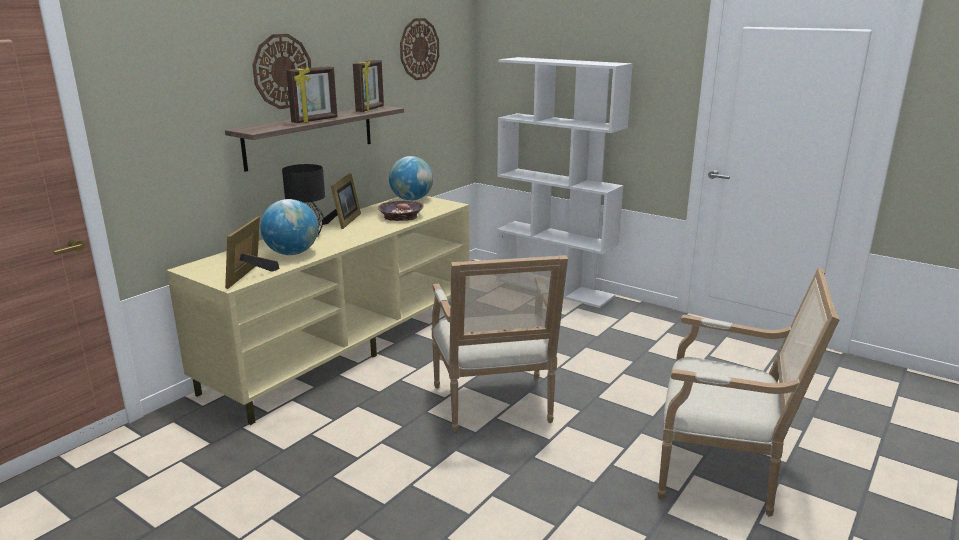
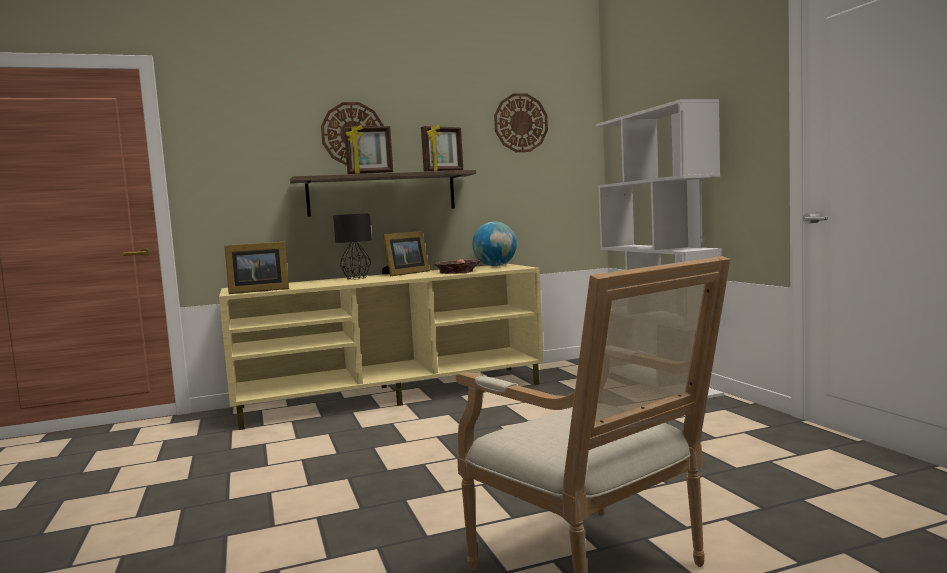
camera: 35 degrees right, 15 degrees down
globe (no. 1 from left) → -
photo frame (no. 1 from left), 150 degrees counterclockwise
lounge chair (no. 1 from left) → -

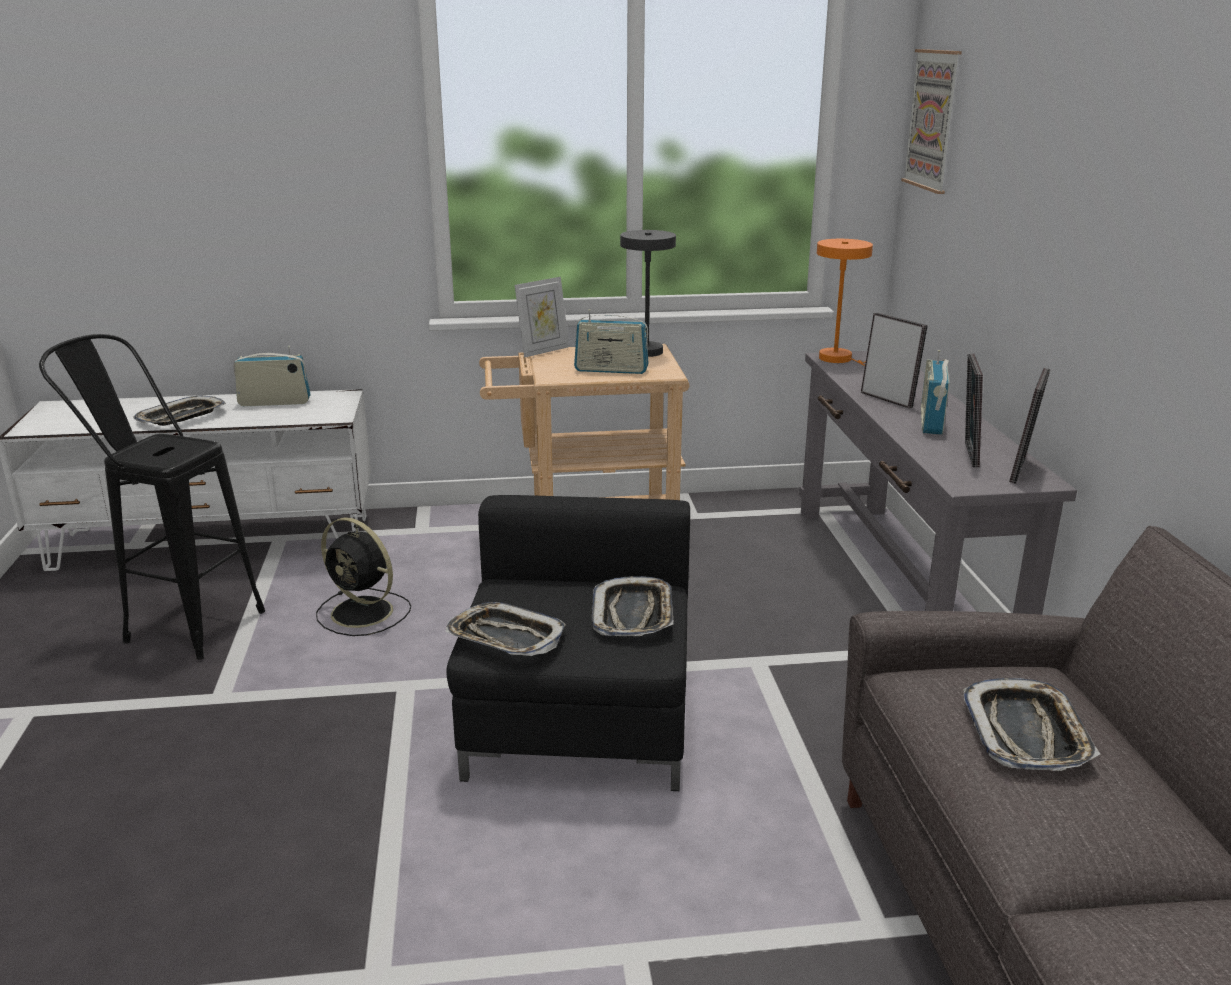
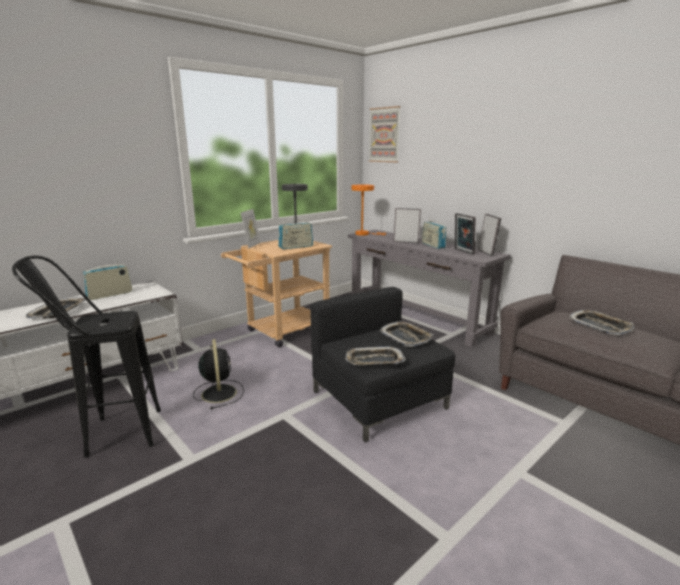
camera: 35 degrees left, 5 degrees down
black fan, 105 degrees counterclockwise

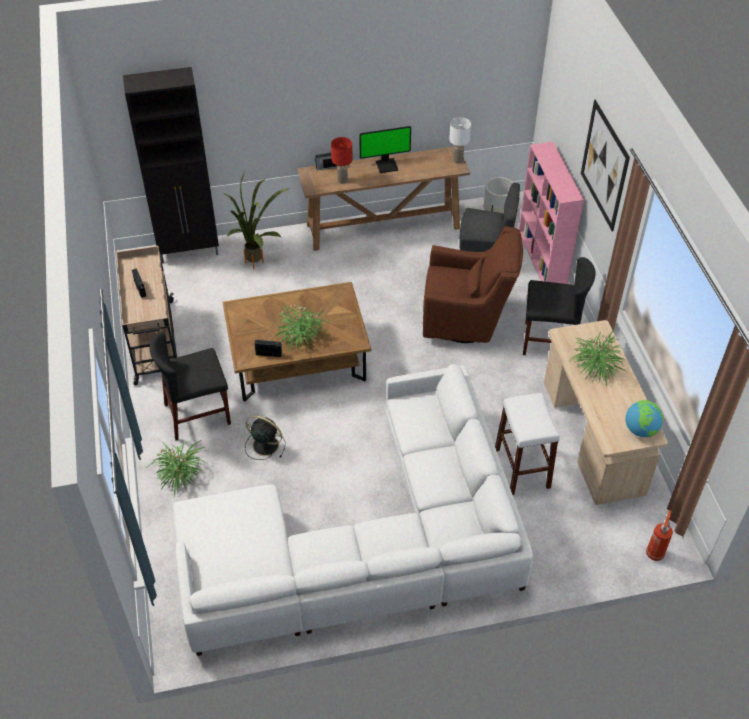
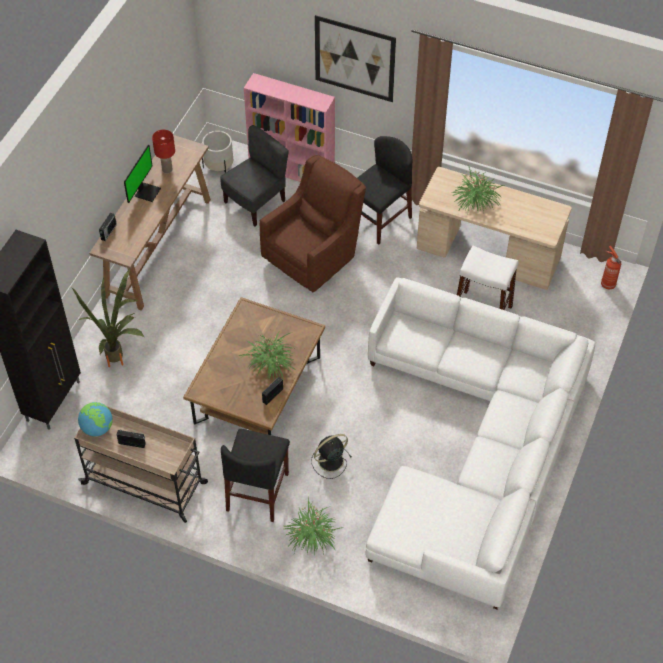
camera: 55 degrees left, 5 degrees up
white tabletop lamp → -
reddish tabletop lamp, shifted
globe, shifted

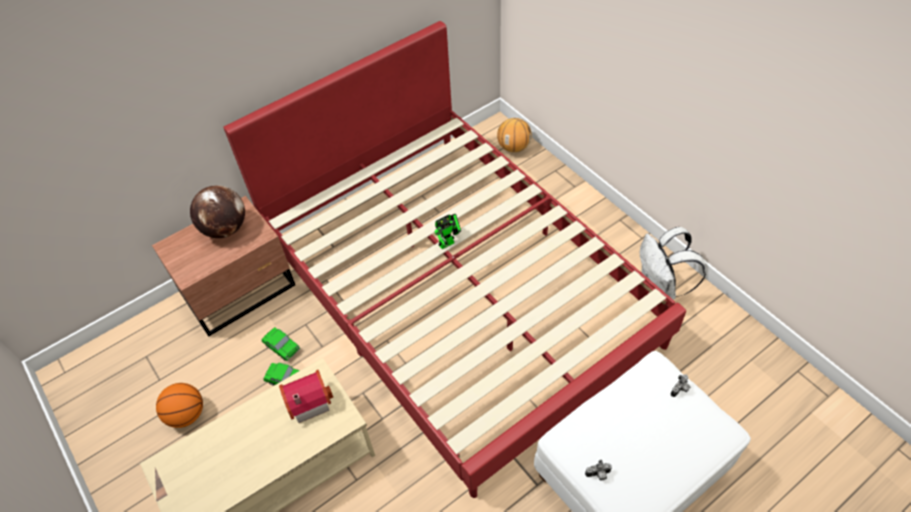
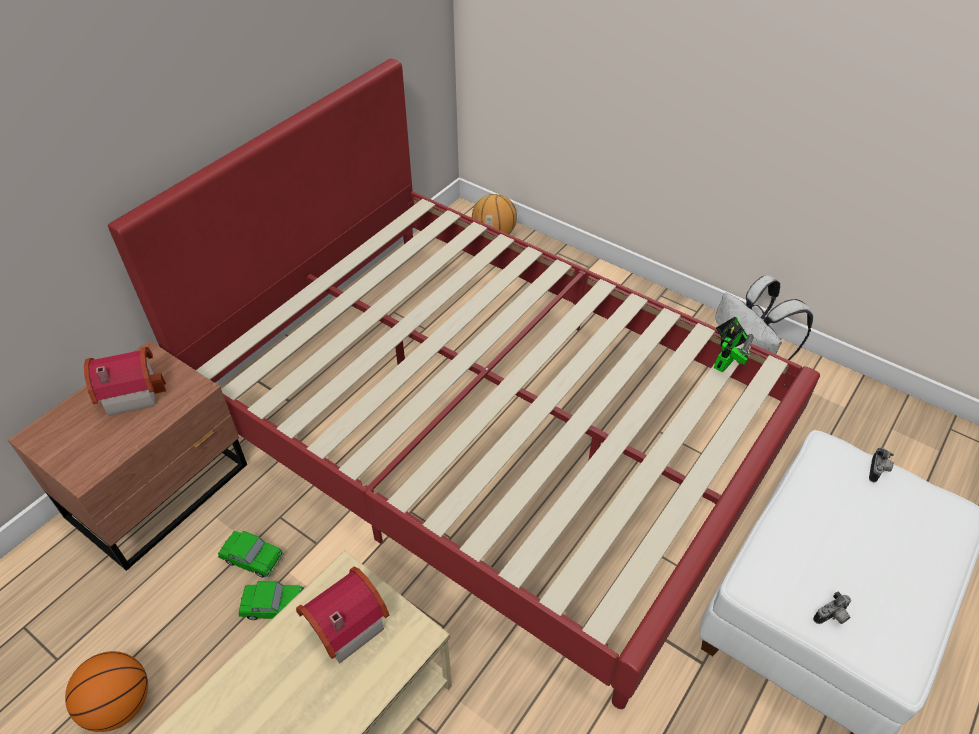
camera: 20 degrees left, 5 degrees down
globe → miniature house (no. 1 from left)
robot figure, shifted

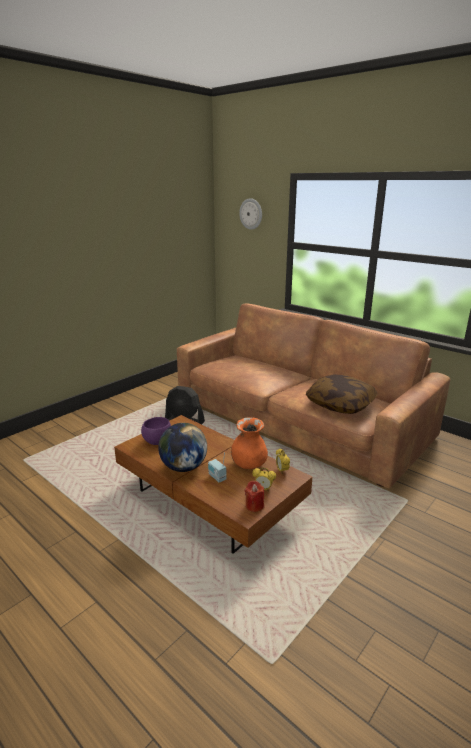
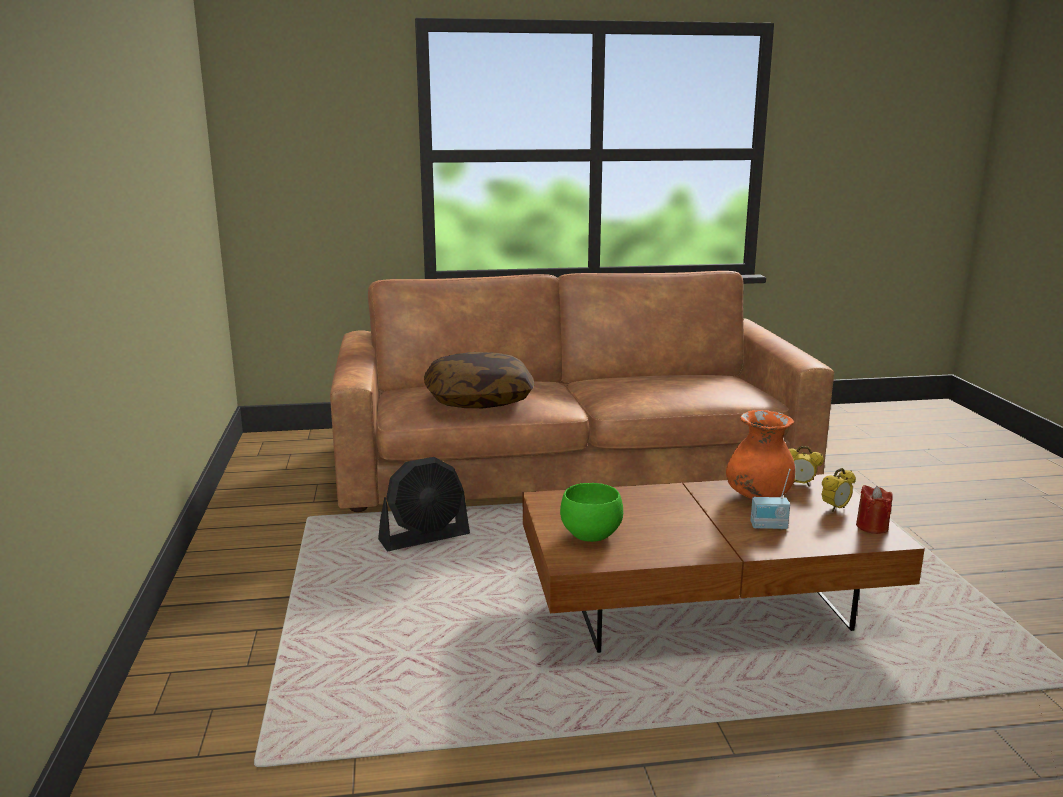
camera: 50 degrees left, 5 degrees down
clock on the wall → -
cushion, shifted
purple deep dish → green-coloured deep dish
globe → -

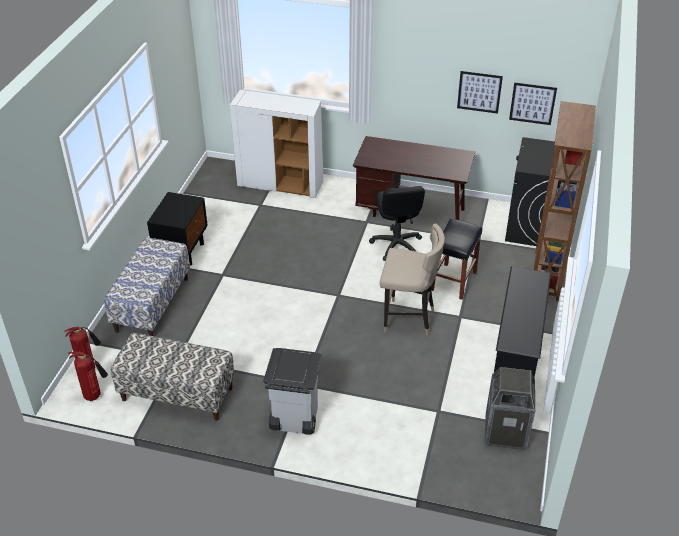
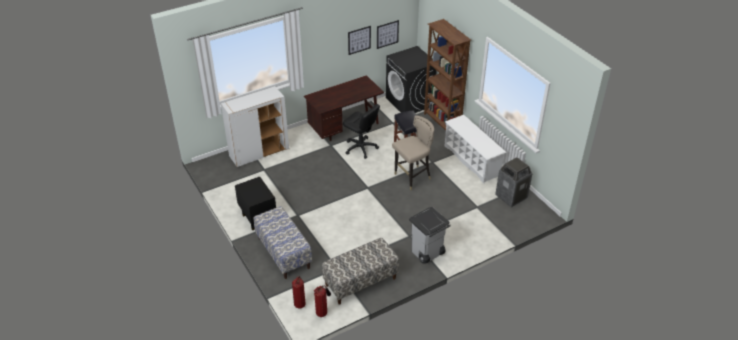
camera: 45 degrees left, 0 degrees up
black shoe rack → white shoe rack

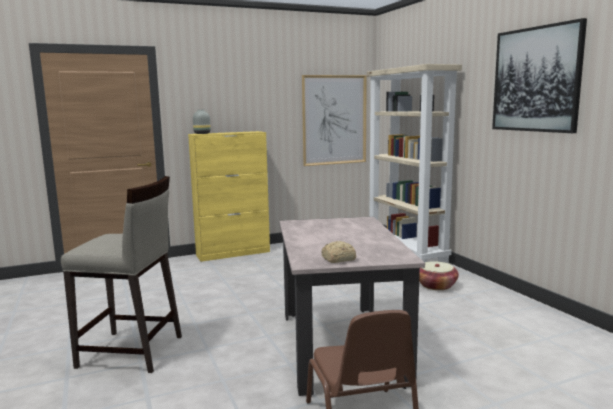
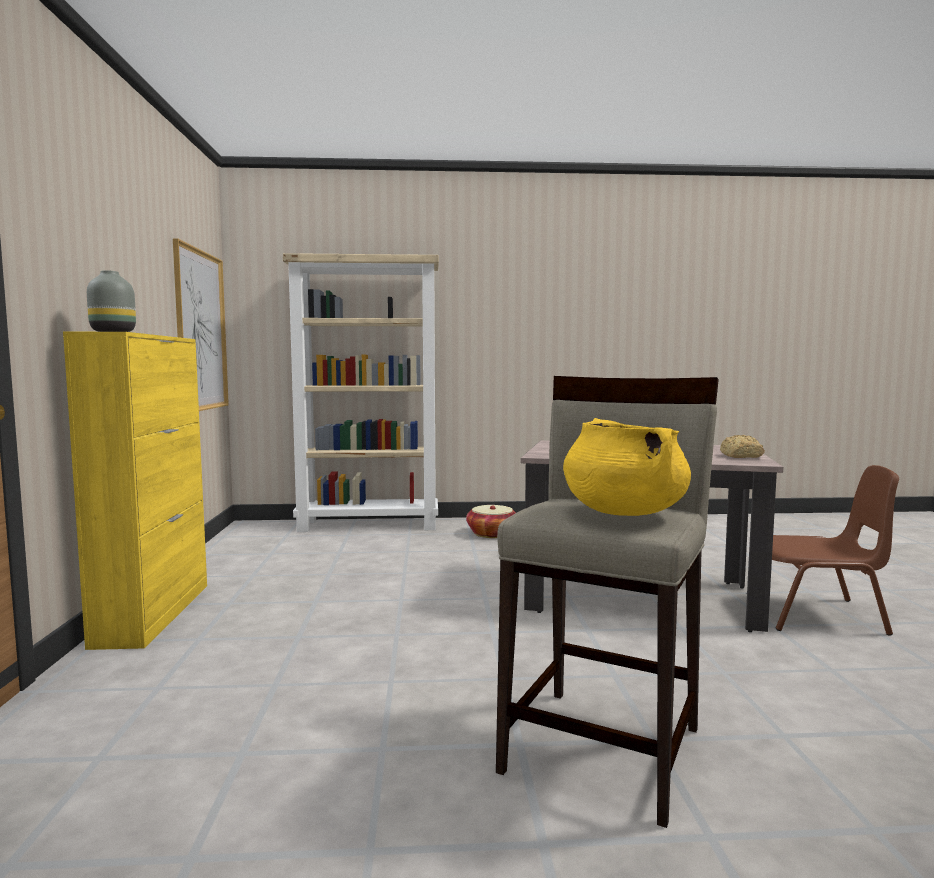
camera: 70 degrees left, 5 degrees down
wall picture (no. 2 from left) → -
- → yellow stockpot

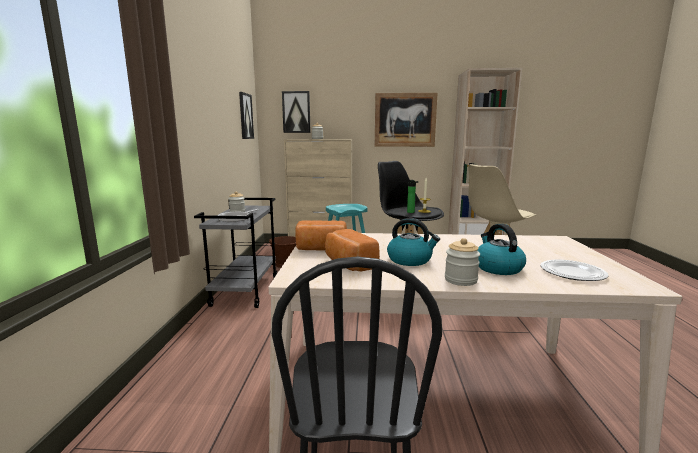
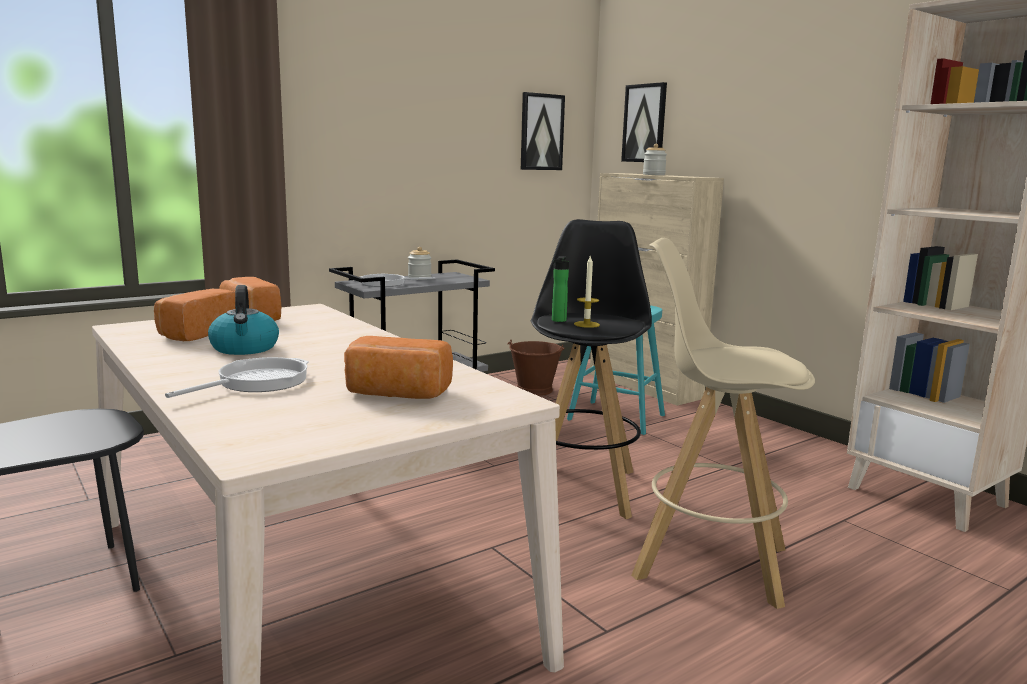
camera: 50 degrees right, 0 degrees up
wall picture (no. 3 from left) → -
tea kettle (no. 2 from left) → pan (no. 1 from left)
storage jar (no. 3 from left) → -
plate → -
- → baked bread (no. 3 from left)

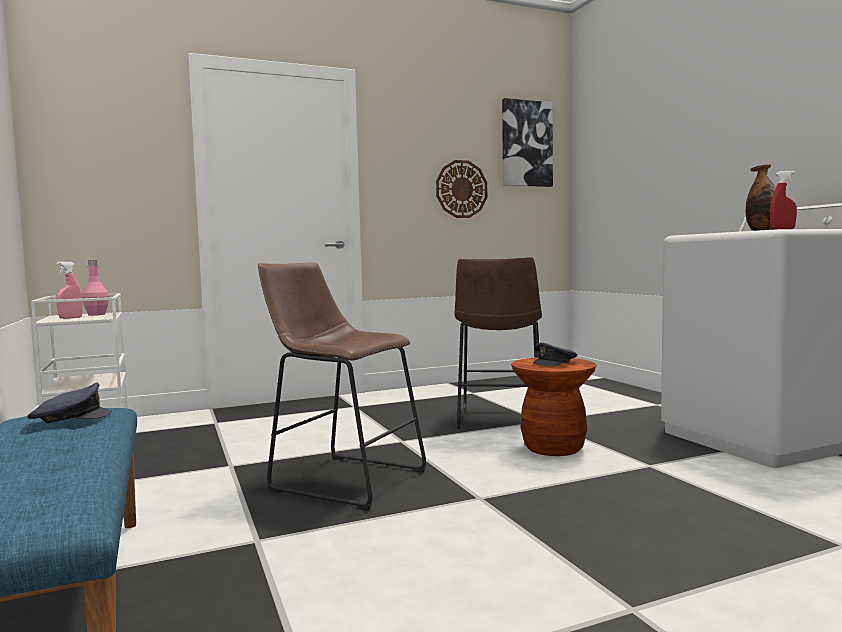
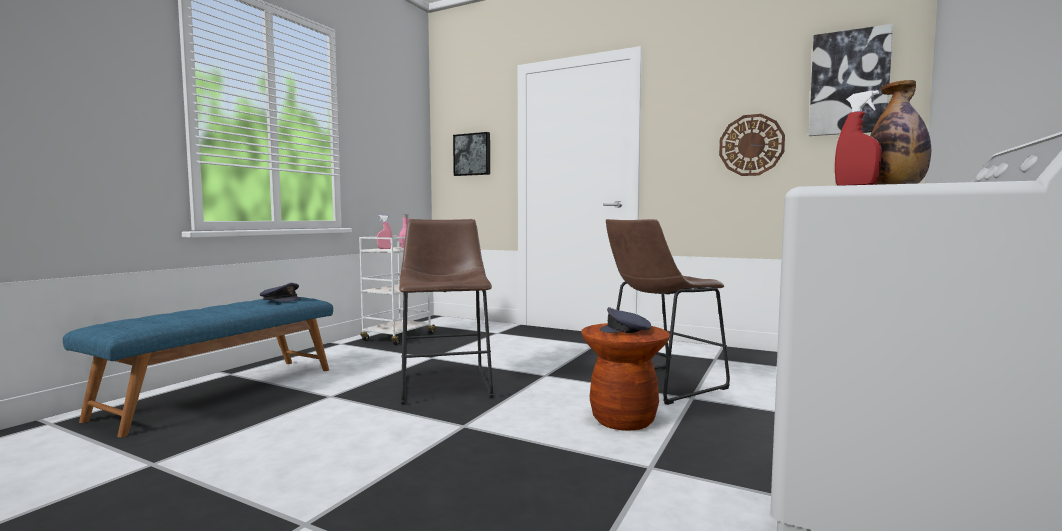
camera: 50 degrees right, 0 degrees up
- → wall picture (no. 1 from left)

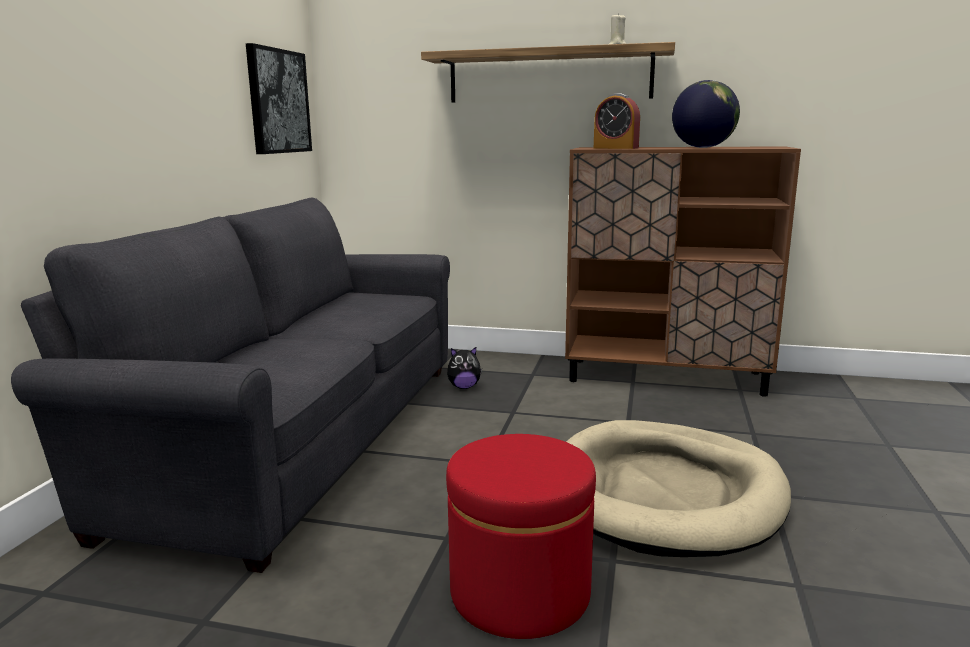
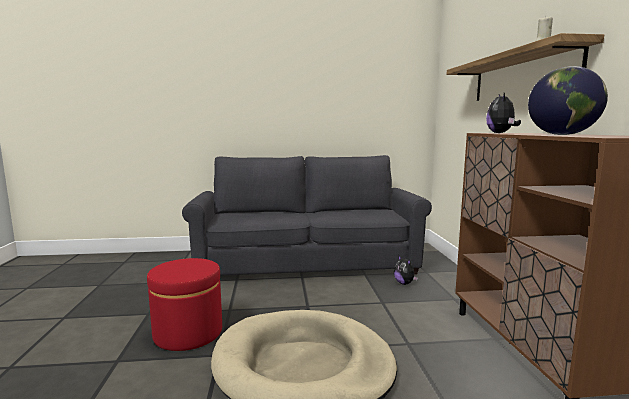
camera: 70 degrees right, 5 degrees down
wall picture → -
alarm clock → plush toy (no. 2 from left)

